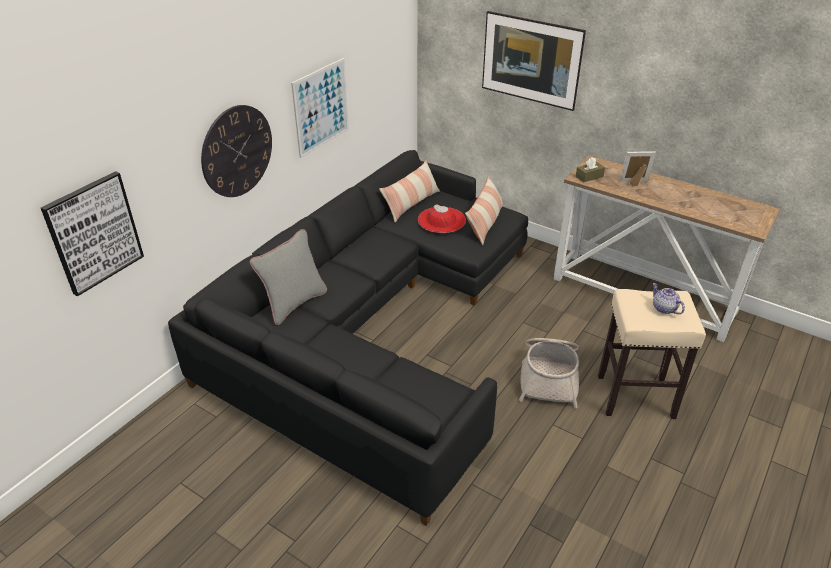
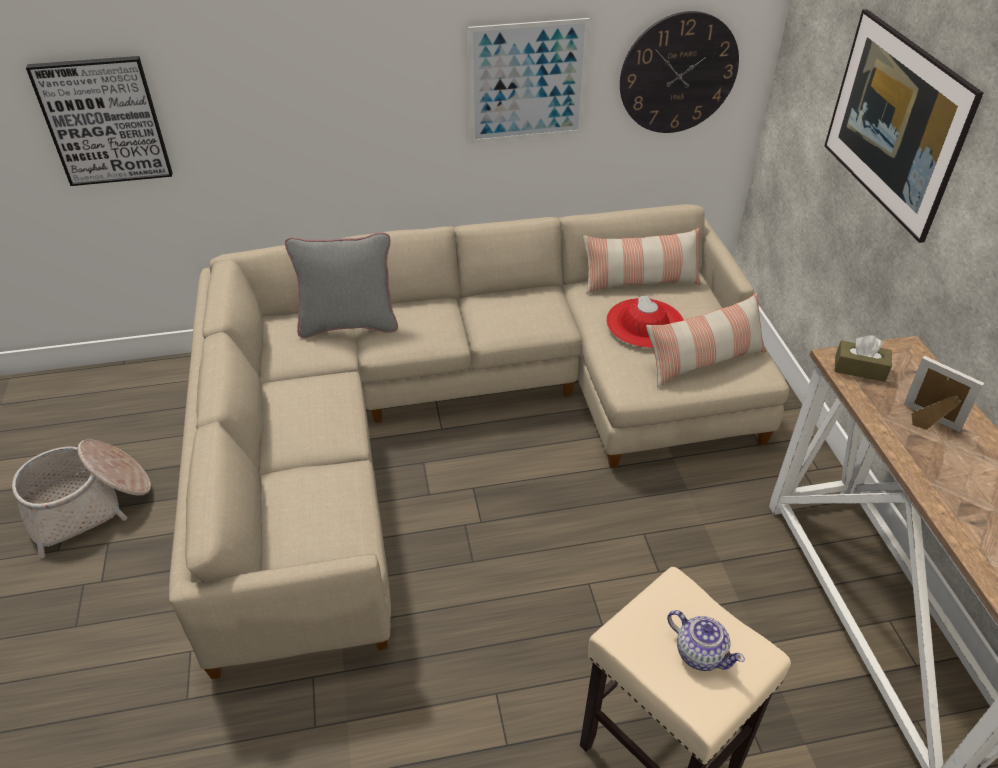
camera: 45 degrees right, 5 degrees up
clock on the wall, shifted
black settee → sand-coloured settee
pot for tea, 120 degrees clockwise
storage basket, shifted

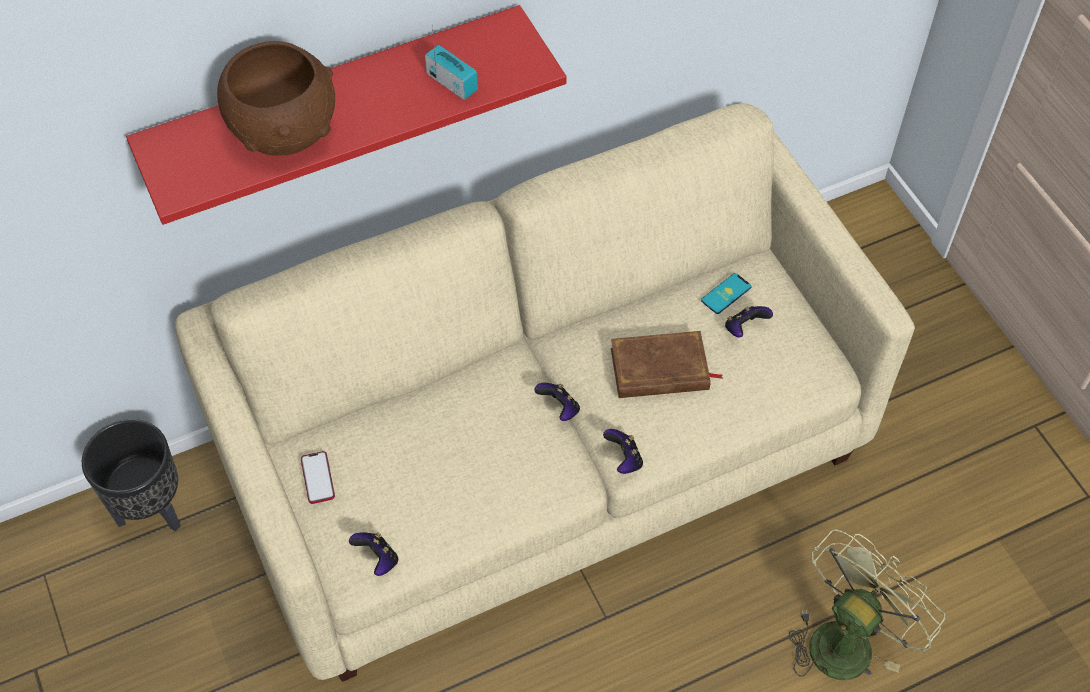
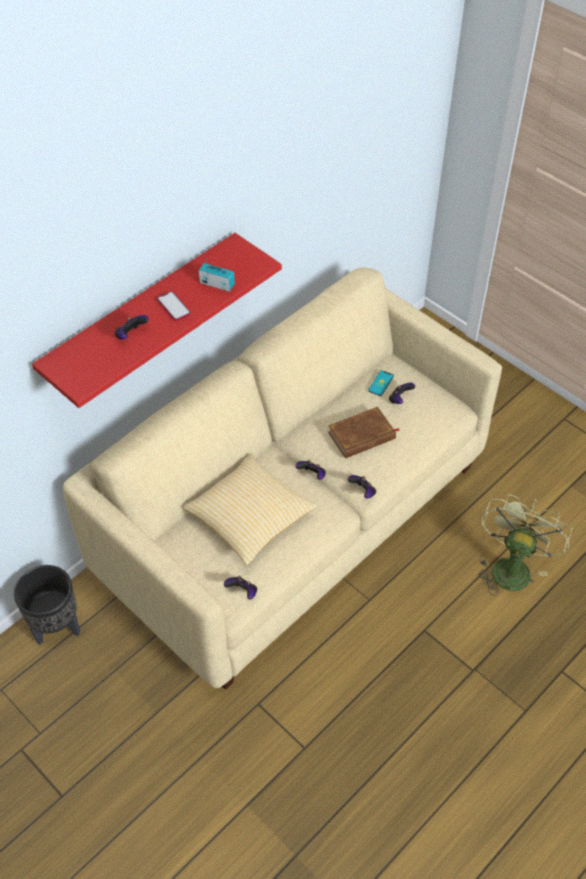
camera: 20 degrees left, 5 degrees down
brown deep dish → gamepad (no. 1 from left)
phone (no. 1 from left), shifted
- → cushion

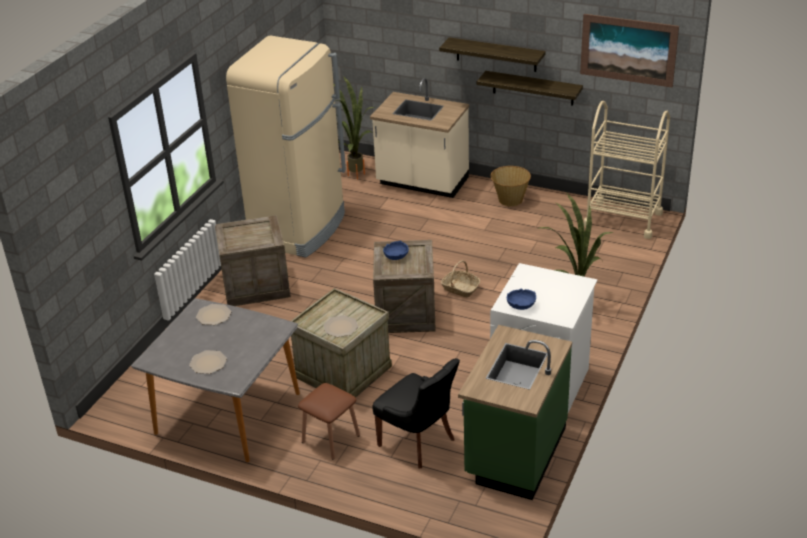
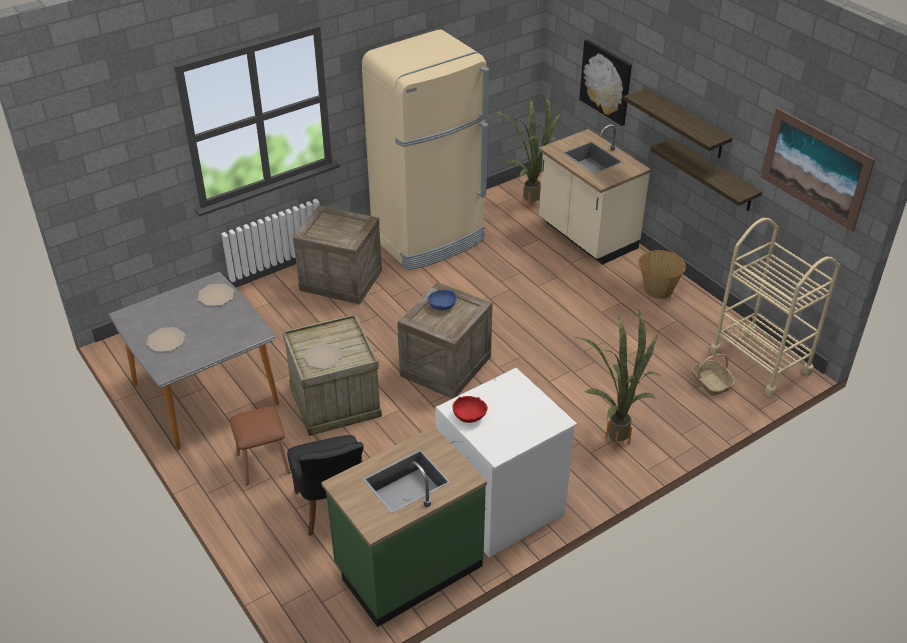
camera: 30 degrees right, 5 degrees up
storage basket (no. 1 from left in the first image) → storage basket (no. 2 from left), shifted
bluish deep dish (no. 2 from left) → reddish deep dish
- → wall picture (no. 1 from left)

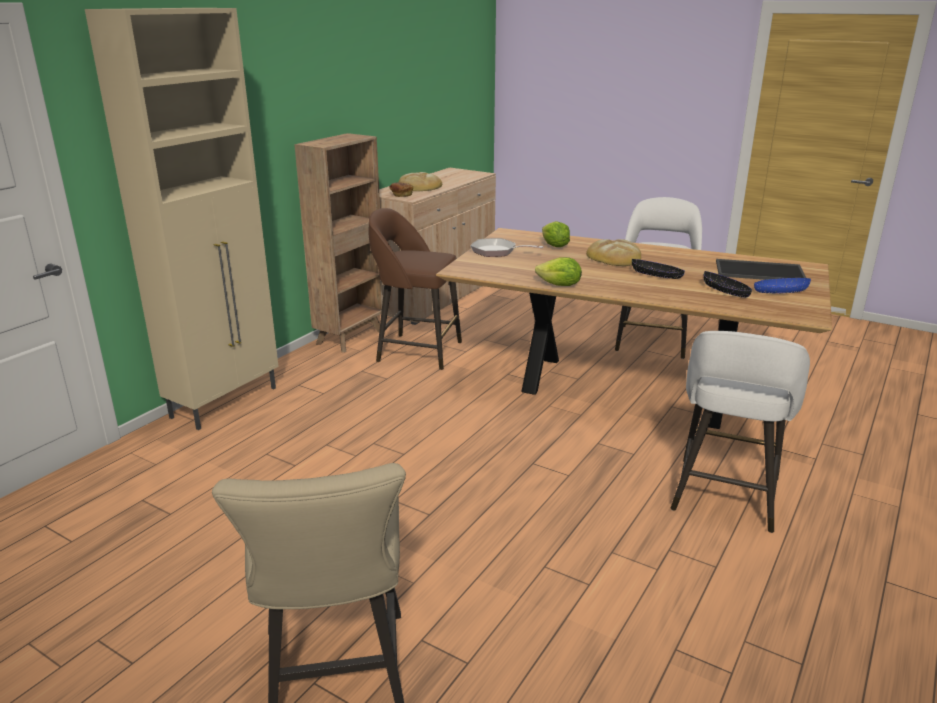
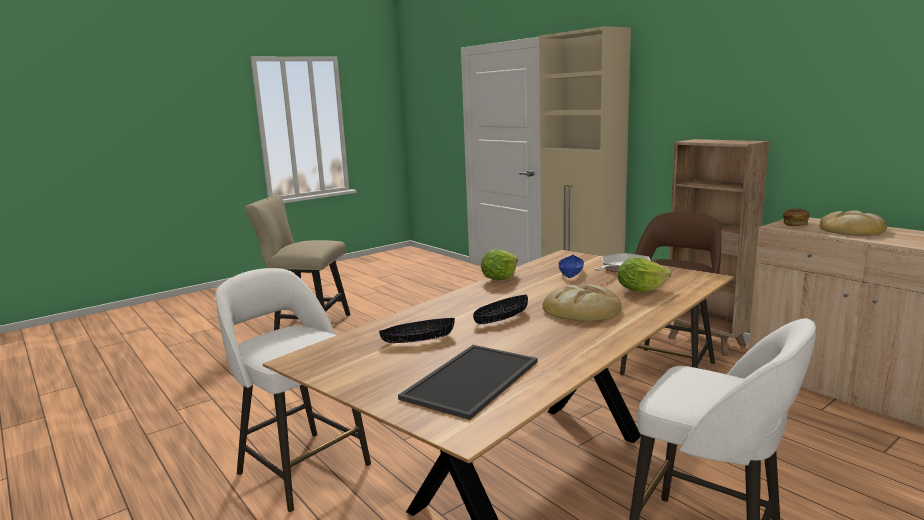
camera: 110 degrees right, 10 degrees down
bluish deep dish, shifted

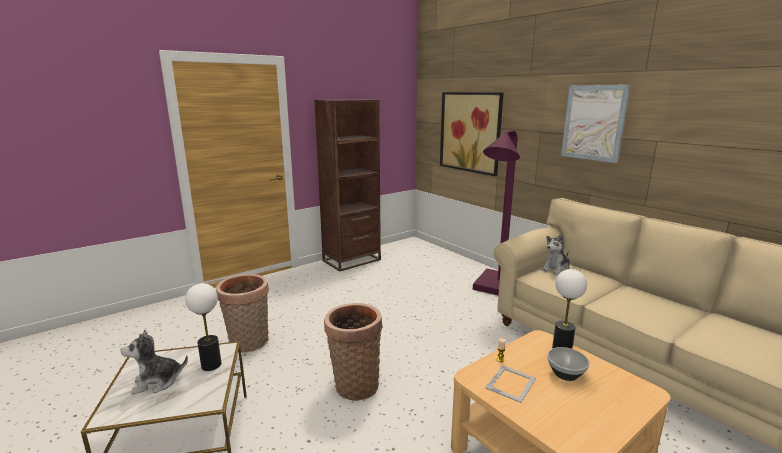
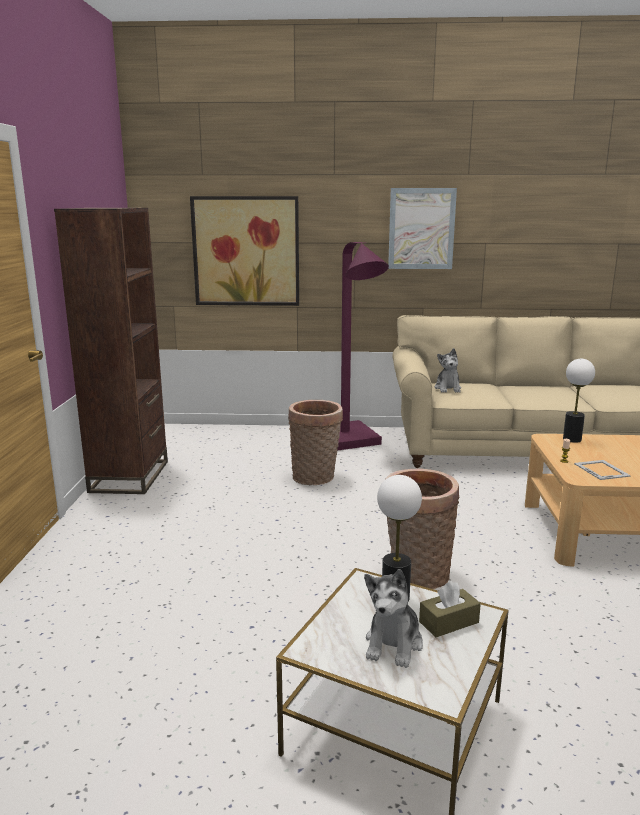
camera: 50 degrees left, 0 degrees up
storage basket (no. 1 from left), shifted
deep dish → -
- → brown tissue holder

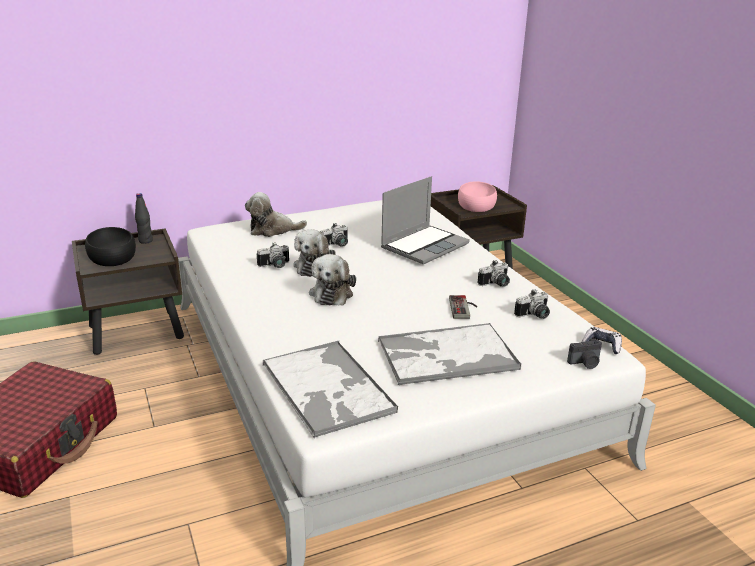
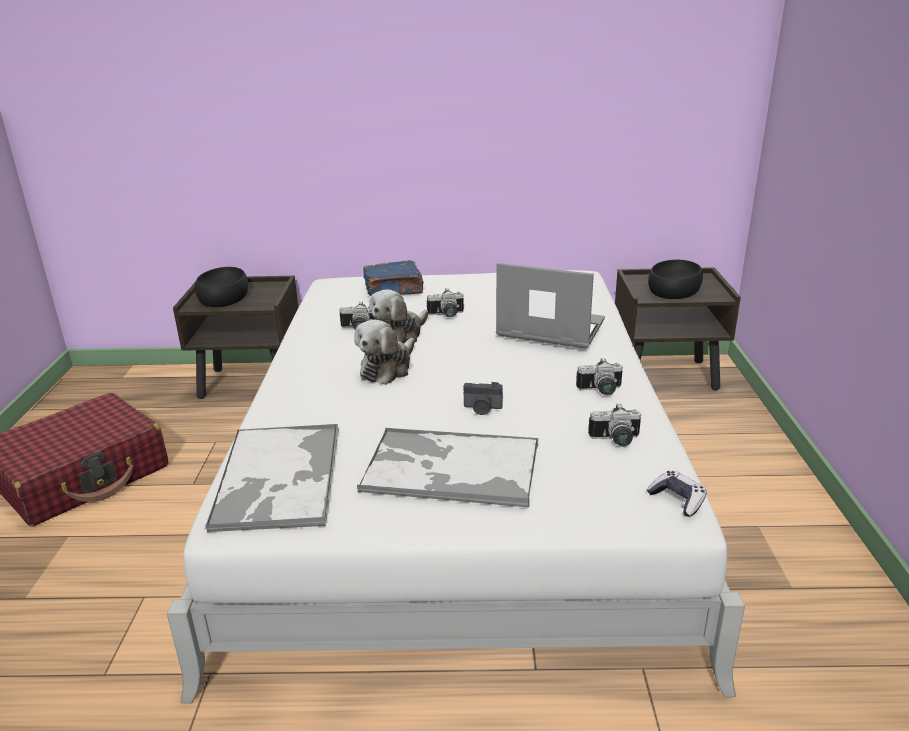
camera: 25 degrees right, 0 degrees up
notebook computer, 135 degrees counterclockwise
pink-coloured deep dish → black deep dish (no. 2 from left)
plush toy (no. 1 from left) → bluish bound book
black beverage bottle → -
gamepad (no. 1 from left) → -
still camera (no. 5 from left in the first image) → still camera (no. 3 from left), shifted

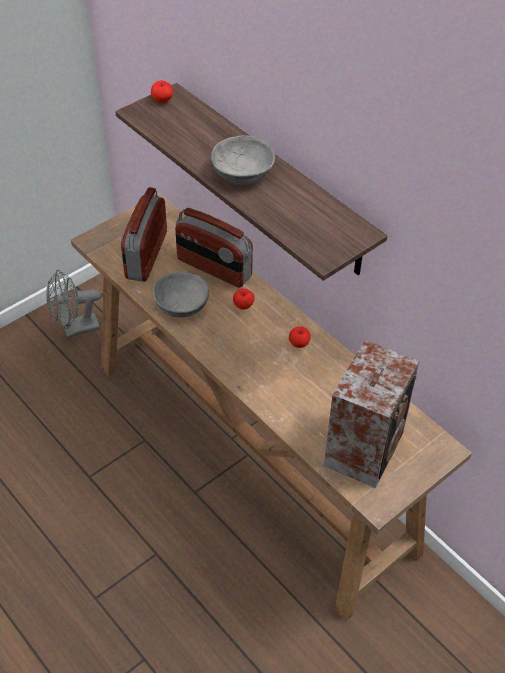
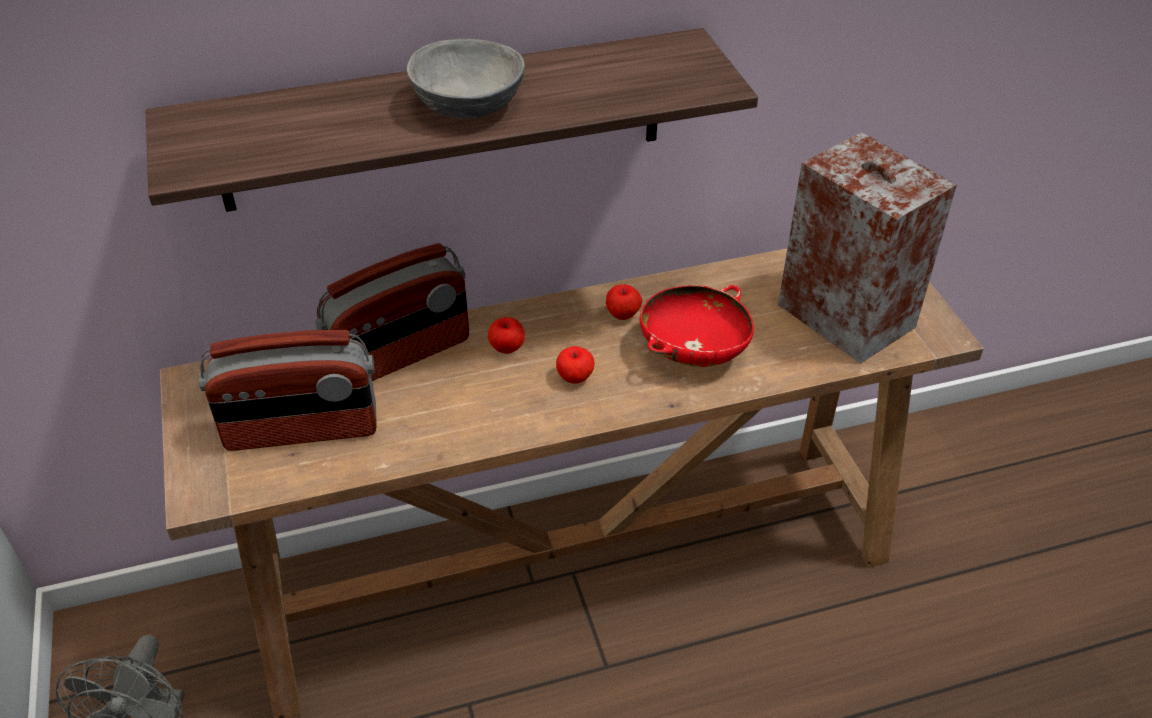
camera: 65 degrees left, 5 degrees down
apple fruit (no. 1 from left in the first image) → apple fruit (no. 2 from left), shifted
radio (no. 1 from left), 45 degrees counterclockwise
grey deep dish (no. 1 from left) → -
- → reddish deep dish

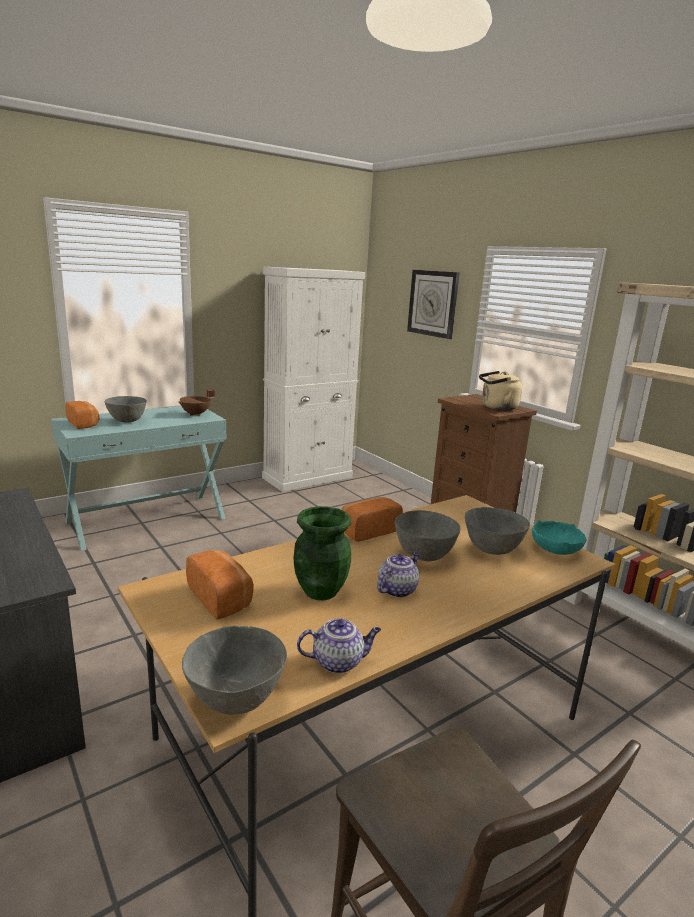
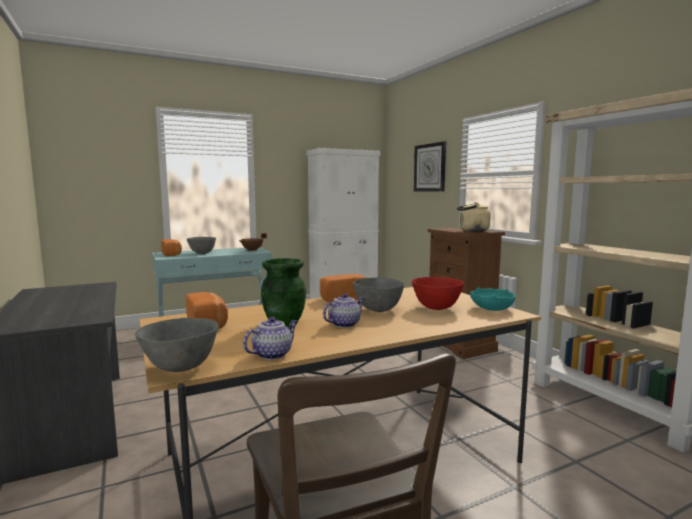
camera: 10 degrees right, 10 degrees down
grey deep dish (no. 4 from left) → reddish deep dish
pot for tea (no. 1 from left), 45 degrees counterclockwise

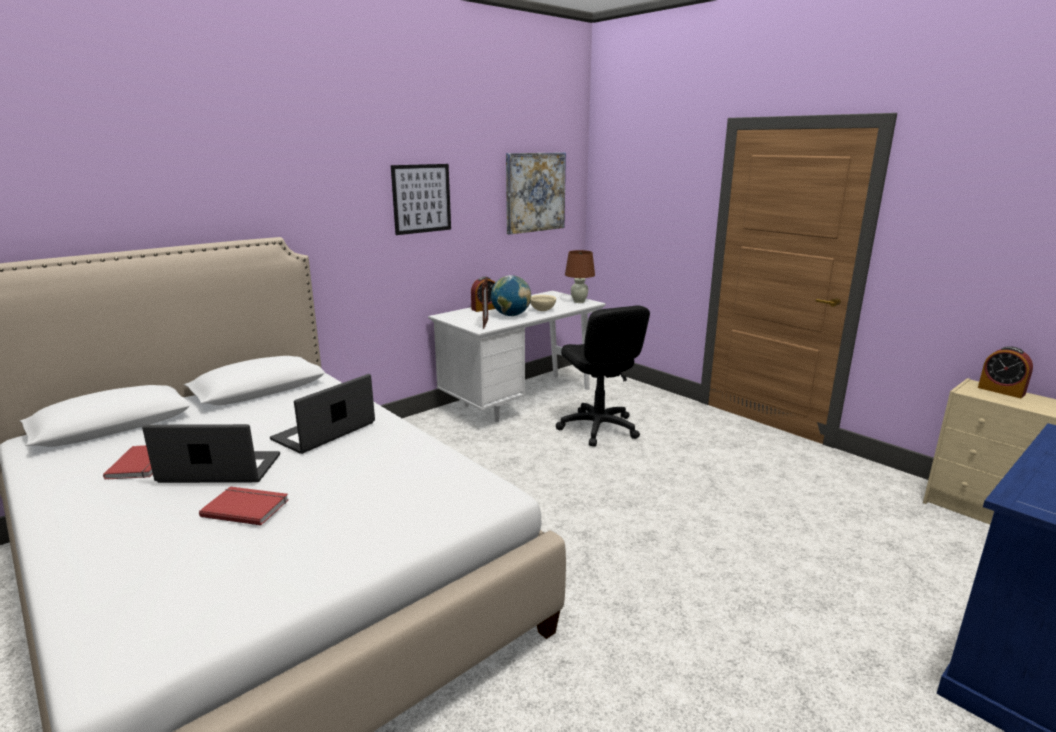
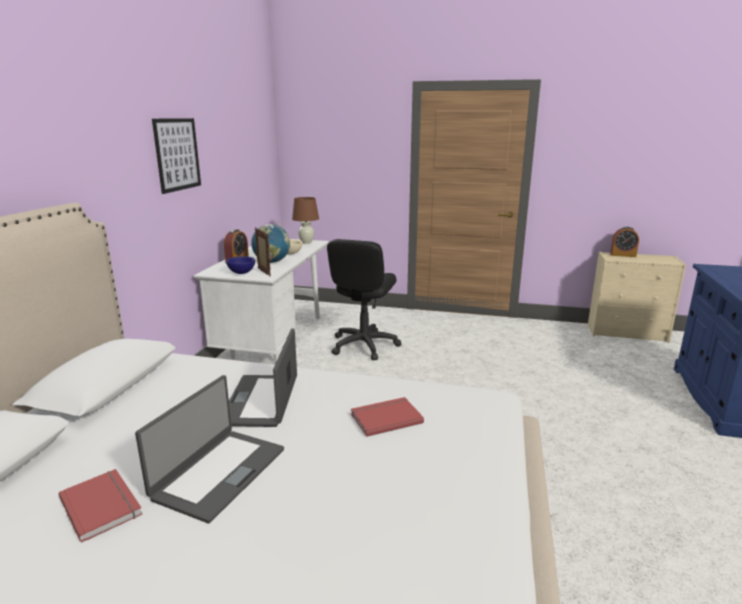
camera: 35 degrees left, 0 degrees up
wall picture (no. 2 from left) → -
black desk chair, 75 degrees clockwise
notebook computer (no. 1 from left), 150 degrees clockwise
reddish bound book (no. 2 from left), shifted
- → bluish deep dish

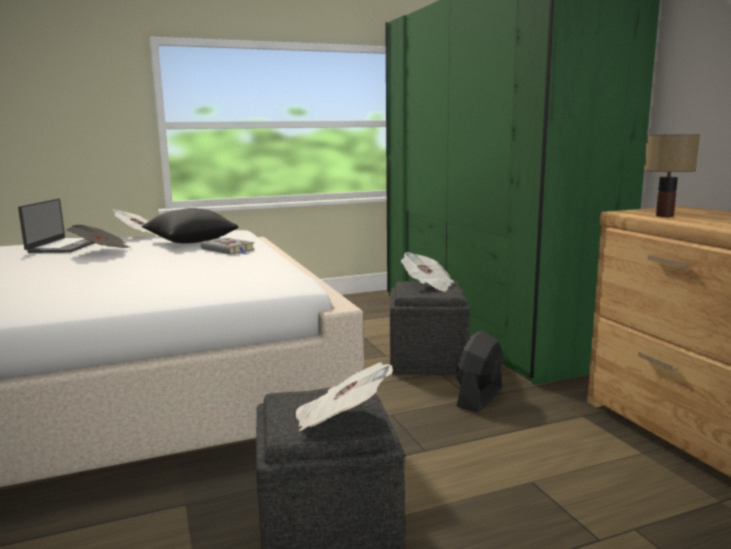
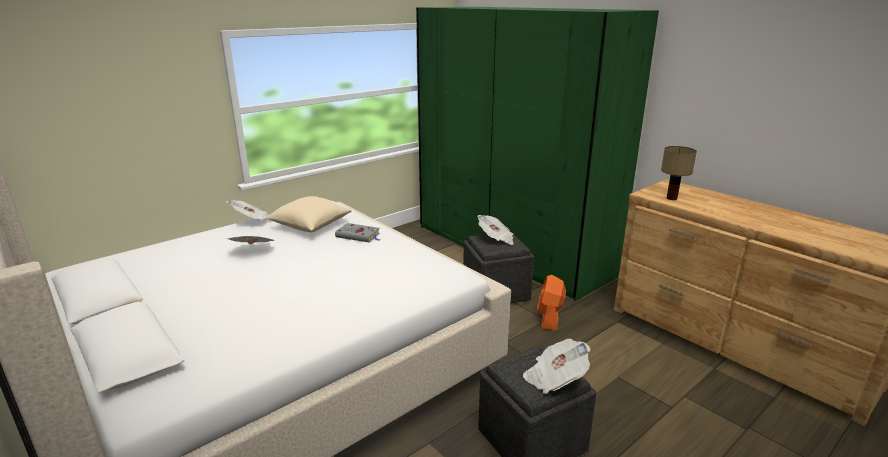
camera: 20 degrees left, 10 degrees up
notebook computer → -
black cushion → sand-coloured cushion
black fan → orange fan

